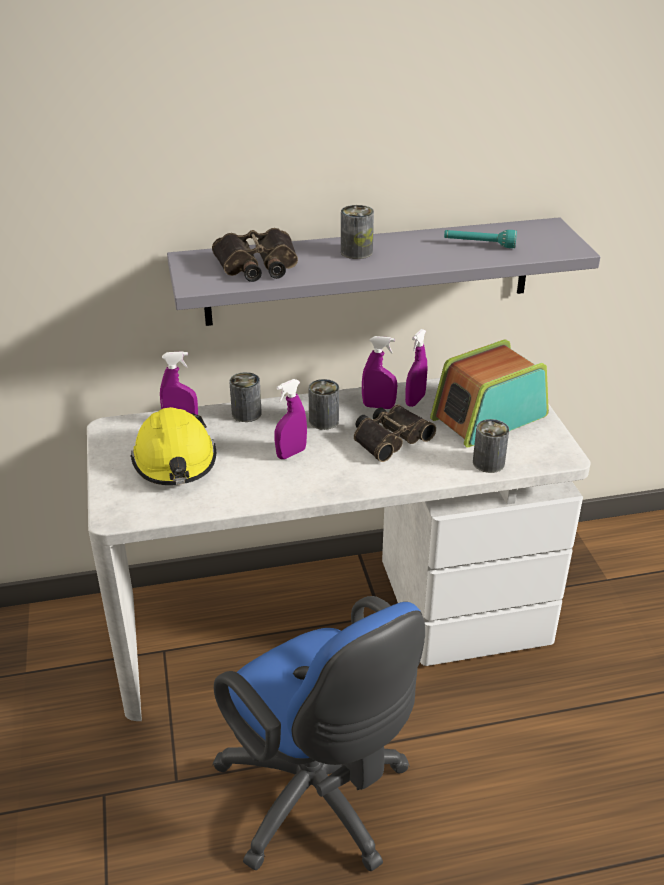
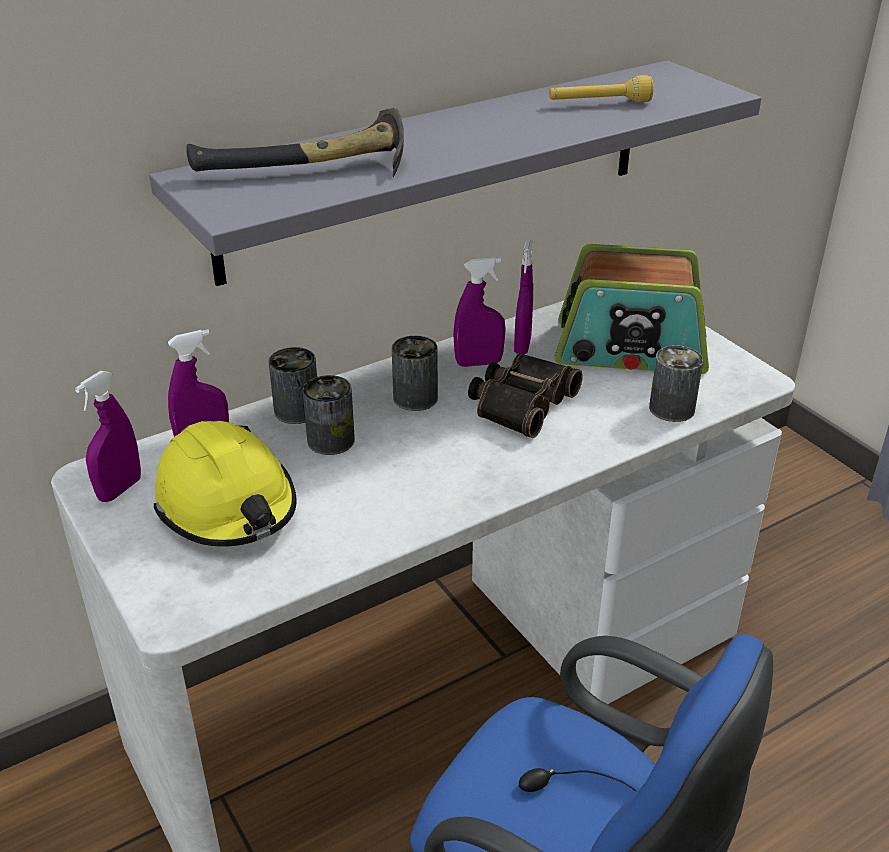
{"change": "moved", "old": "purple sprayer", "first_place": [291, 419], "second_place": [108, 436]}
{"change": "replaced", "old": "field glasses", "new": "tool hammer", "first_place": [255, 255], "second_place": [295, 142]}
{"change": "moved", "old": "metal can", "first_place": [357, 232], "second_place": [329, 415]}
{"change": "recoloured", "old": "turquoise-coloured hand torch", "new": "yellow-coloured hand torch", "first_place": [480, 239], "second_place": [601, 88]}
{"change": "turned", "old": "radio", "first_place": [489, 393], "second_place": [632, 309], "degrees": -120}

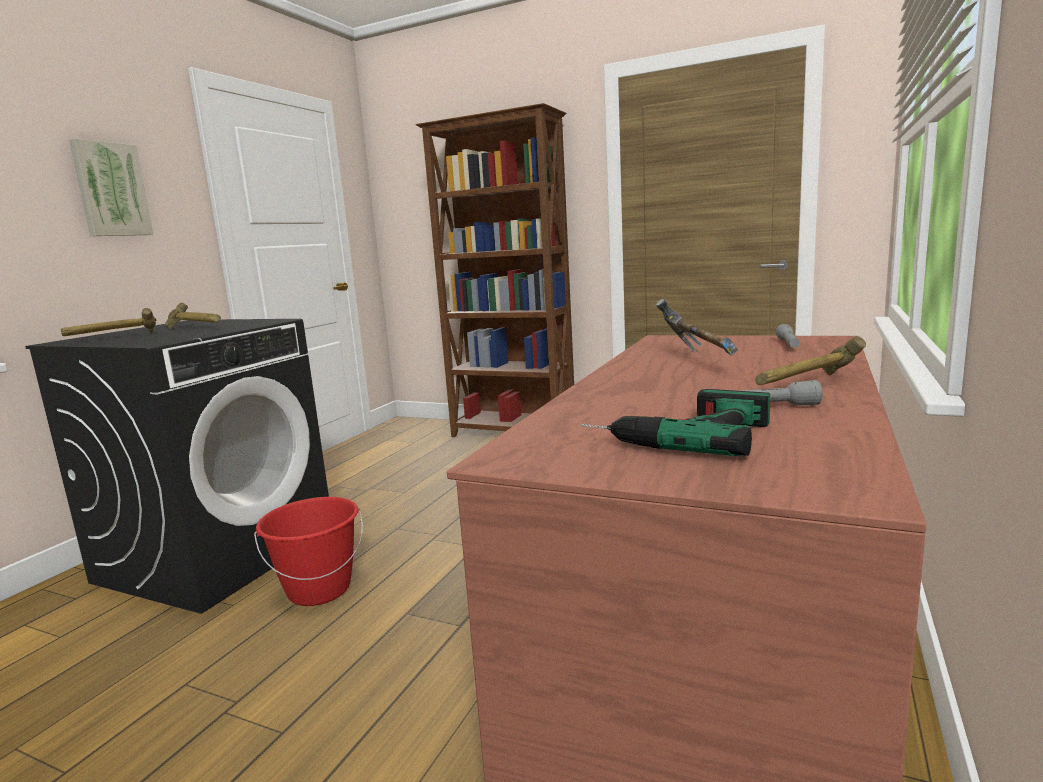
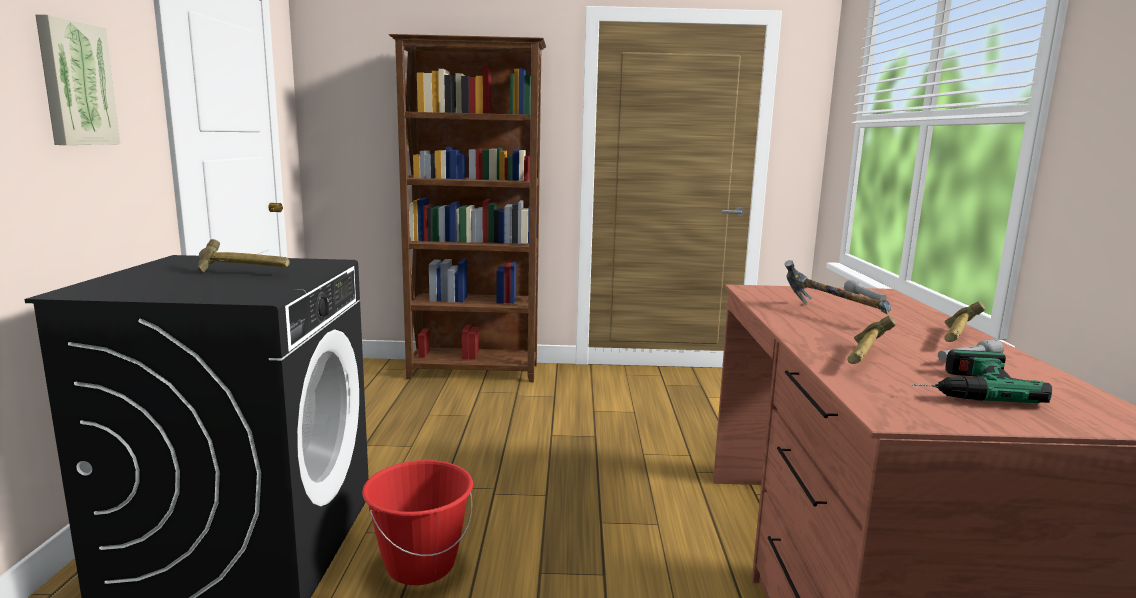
{"change": "moved", "old": "tool hammer", "first_place": [108, 322], "second_place": [872, 339]}

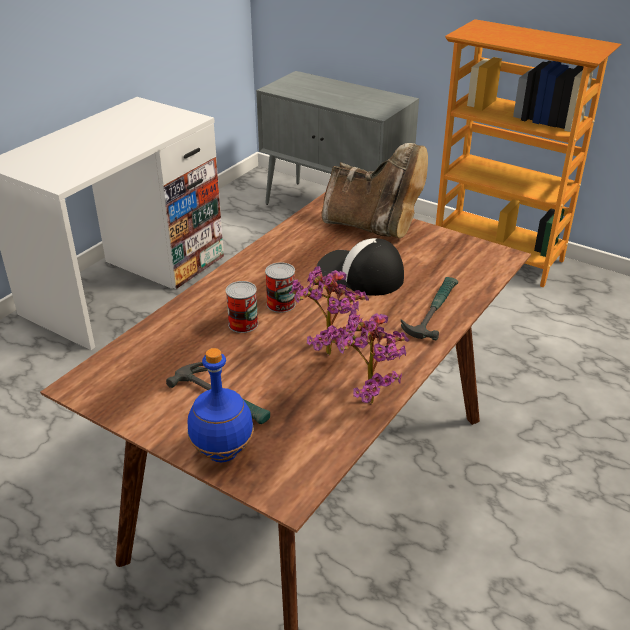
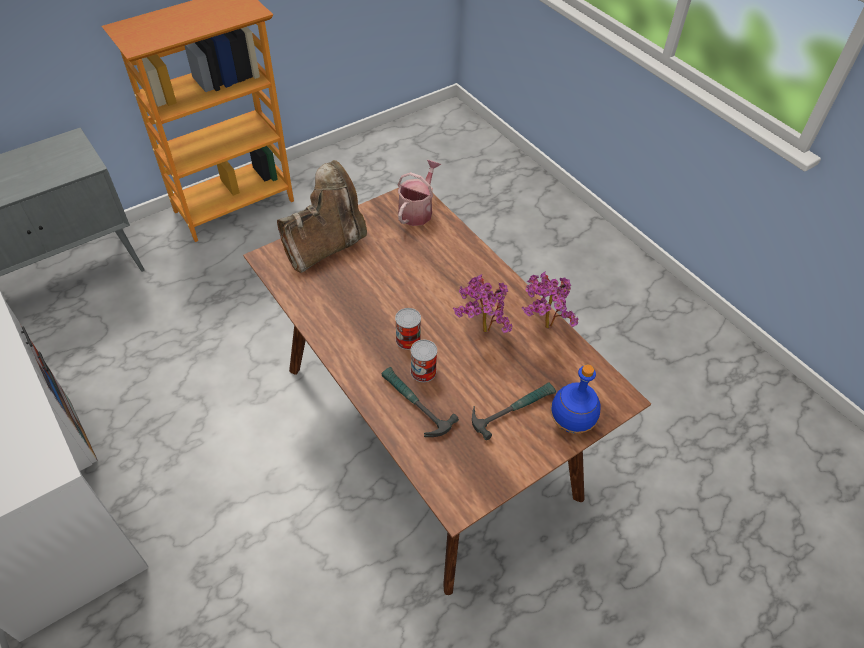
{"change": "moved", "old": "tool hammer", "first_place": [429, 309], "second_place": [420, 402]}
{"change": "added", "new": "sprinkling can", "second_place": [419, 193]}
{"change": "removed", "old": "baseball cap", "first_place": [360, 267]}

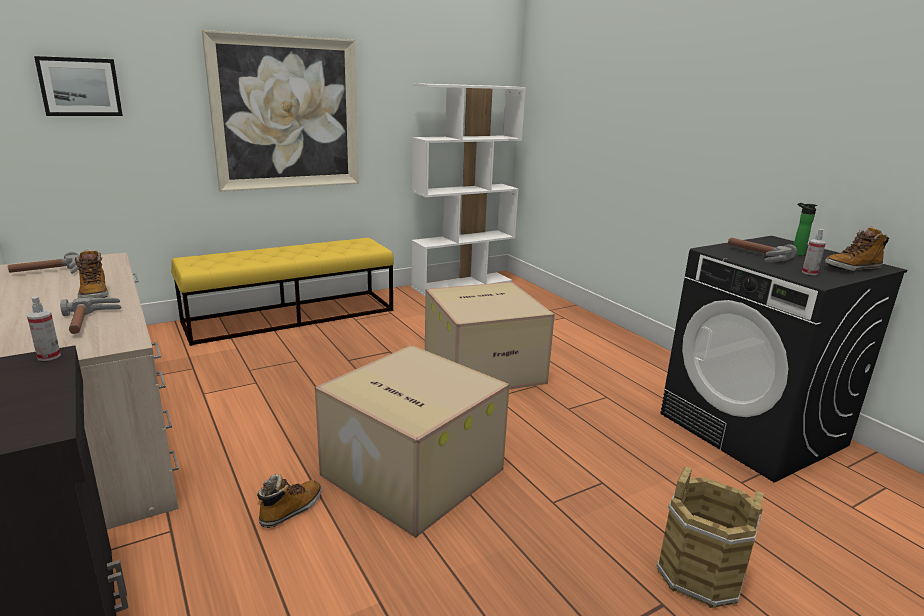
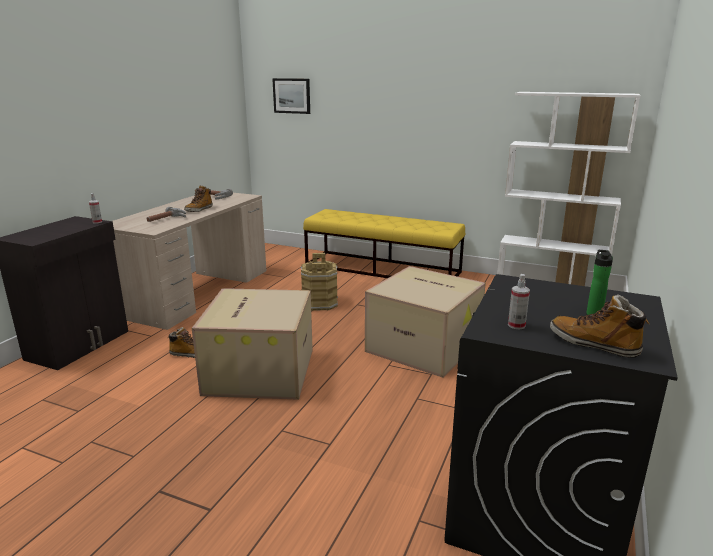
{"change": "moved", "old": "brownish pail", "first_place": [710, 537], "second_place": [319, 282]}
{"change": "removed", "old": "wall picture", "first_place": [280, 111]}
{"change": "removed", "old": "tool hammer", "first_place": [762, 249]}

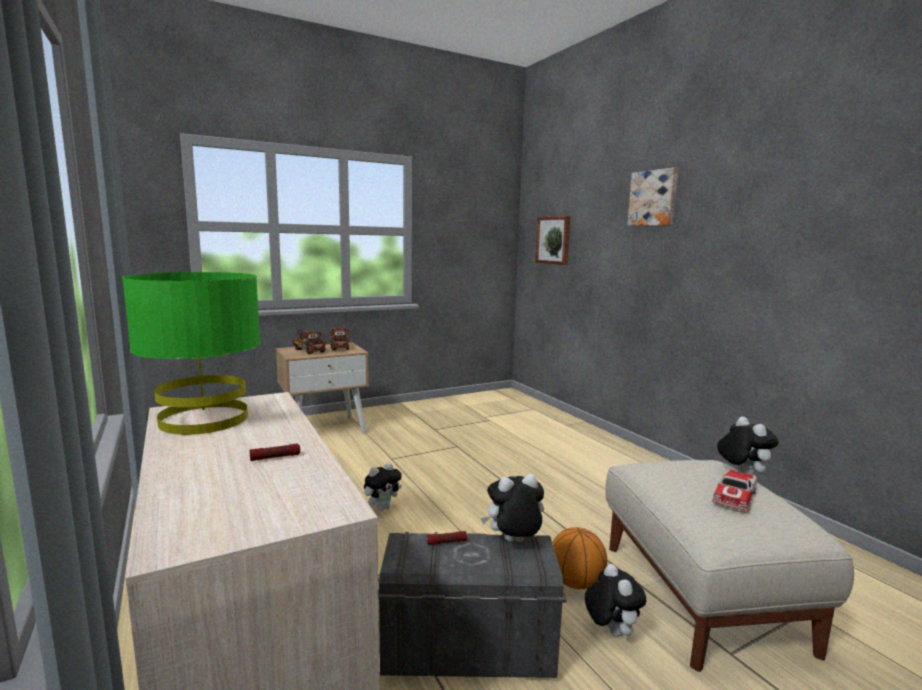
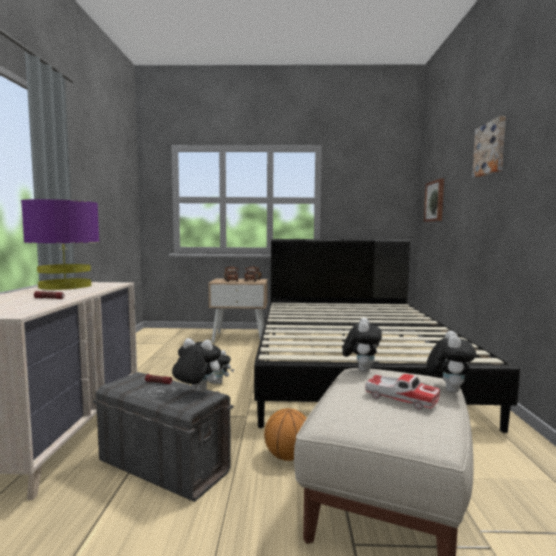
{"change": "recoloured", "old": "green-coloured lamp for a table", "new": "purple lamp for a table", "first_place": [191, 353], "second_place": [60, 244]}
{"change": "added", "new": "black bed", "second_place": [387, 336]}
{"change": "moved", "old": "plush toy", "first_place": [615, 600], "second_place": [362, 345]}
{"change": "turned", "old": "miniature car", "first_place": [734, 490], "second_place": [402, 392], "degrees": -120}

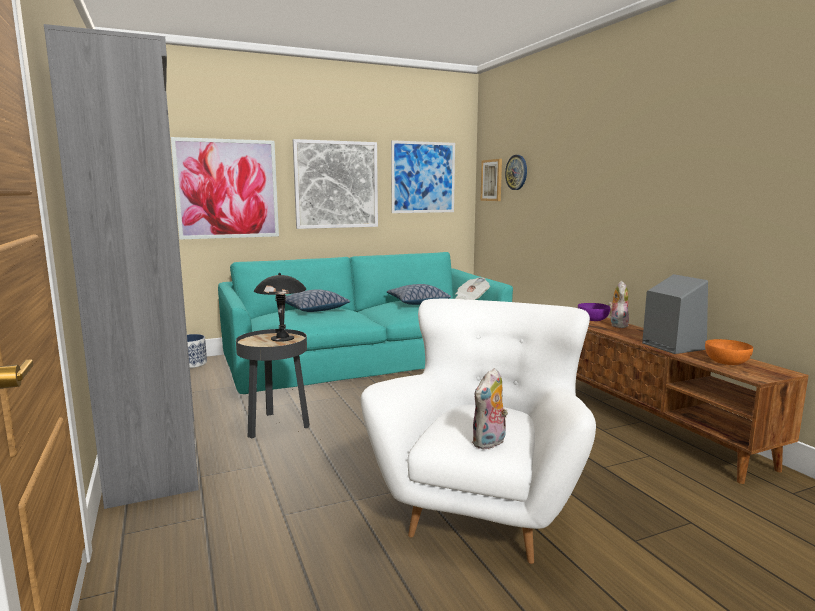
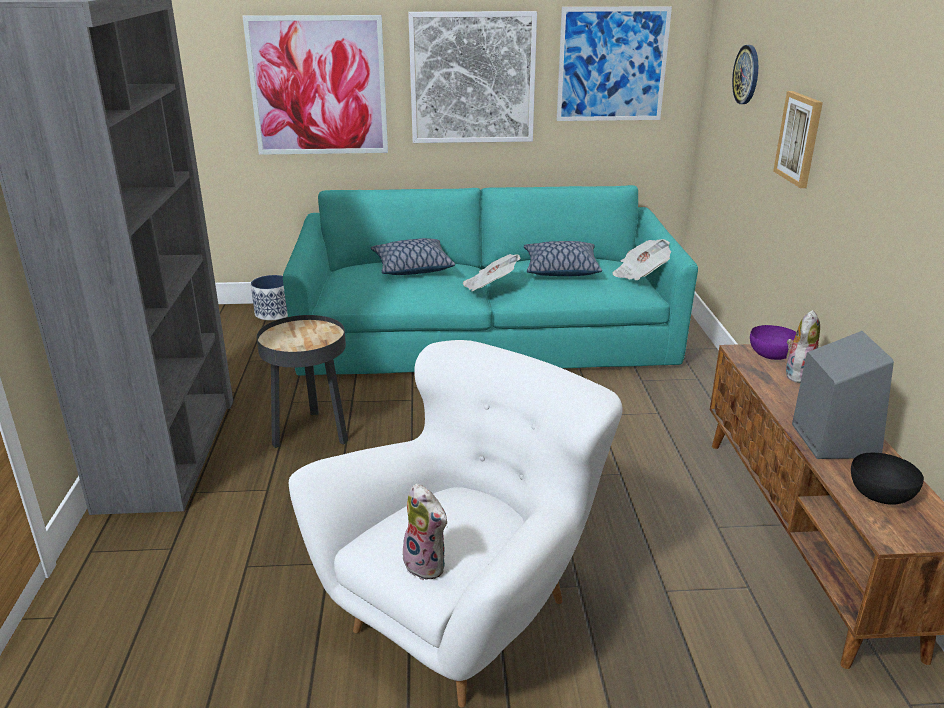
{"change": "turned", "old": "plush toy", "first_place": [490, 408], "second_place": [424, 531], "degrees": -105}
{"change": "added", "new": "newspaper", "second_place": [492, 272]}
{"change": "moved", "old": "wall picture", "first_place": [491, 180], "second_place": [798, 139]}
{"change": "recoloured", "old": "orange deep dish", "new": "black deep dish", "first_place": [729, 352], "second_place": [887, 479]}
{"change": "removed", "old": "black lamp for a table", "first_place": [280, 307]}

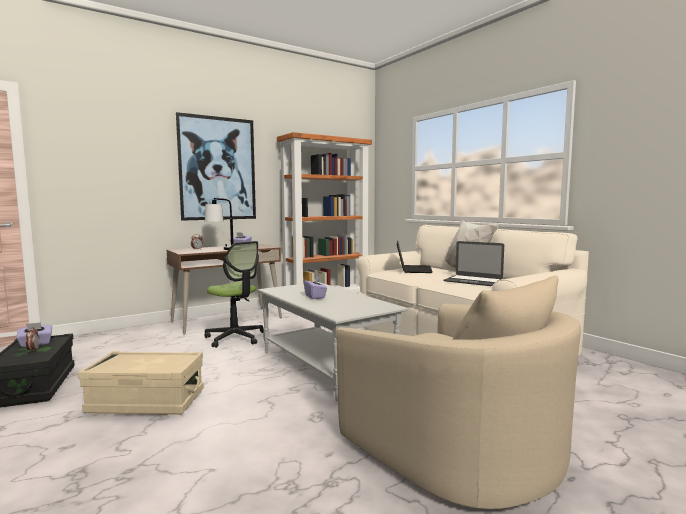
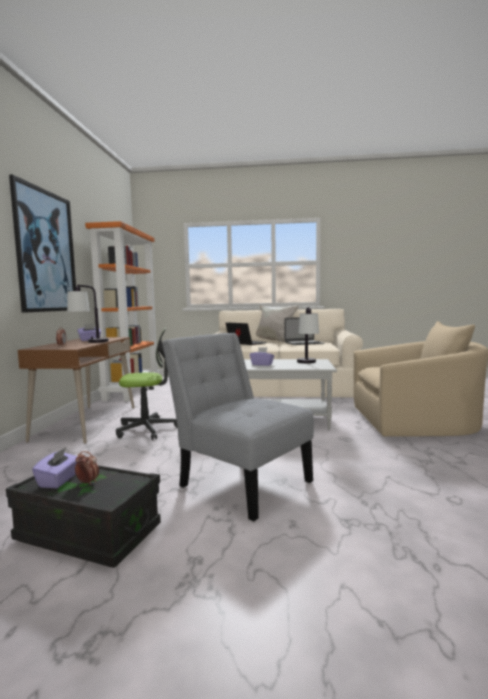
{"change": "replaced", "old": "sand-coloured storage box", "new": "greyish chair", "first_place": [141, 383], "second_place": [238, 427]}
{"change": "added", "new": "lamp for a table", "second_place": [308, 335]}

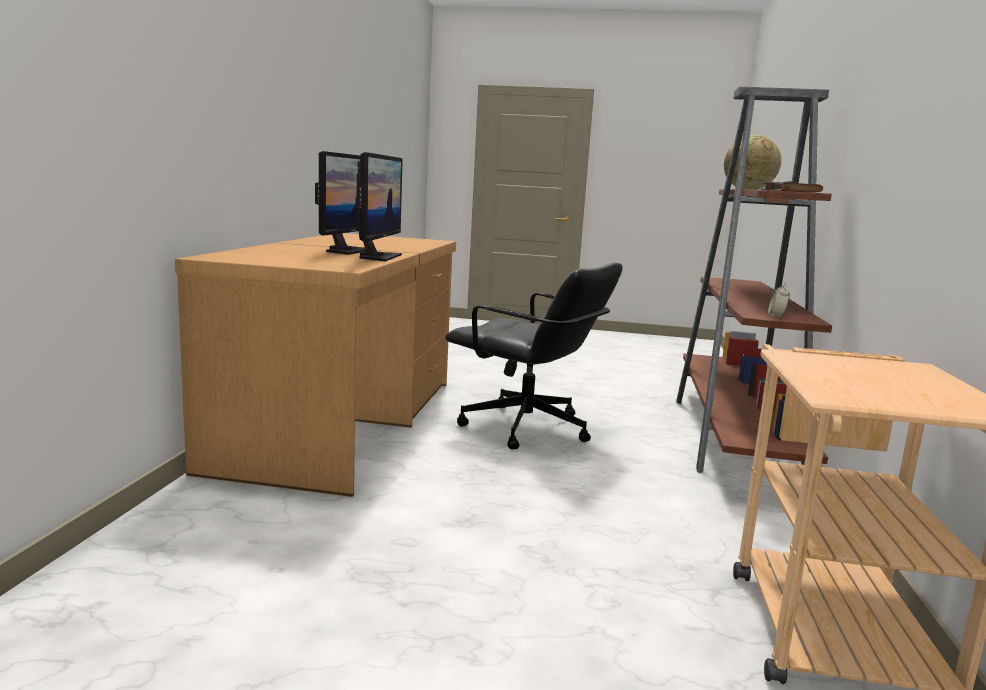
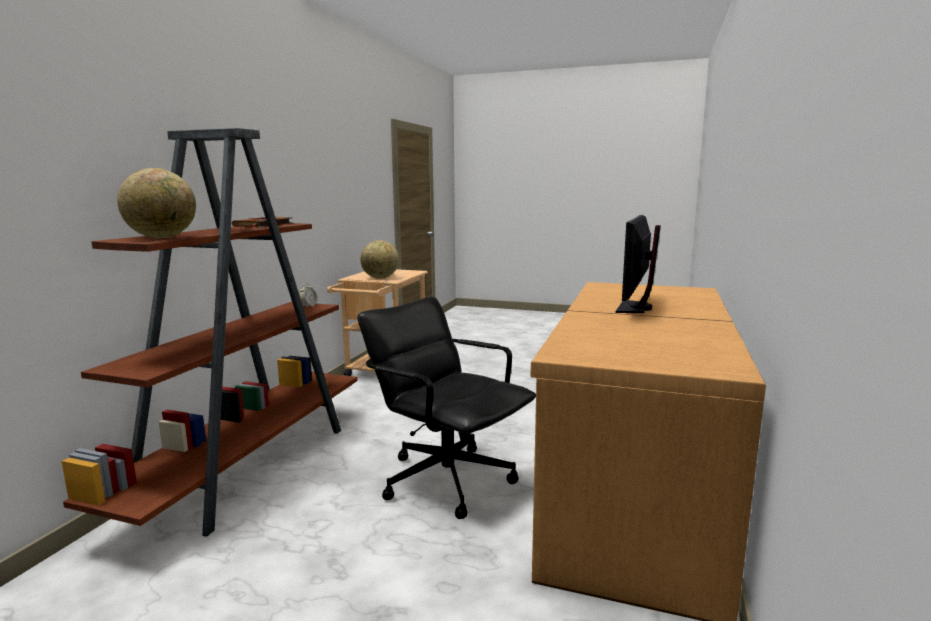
{"change": "added", "new": "globe", "second_place": [379, 259]}
{"change": "removed", "old": "computer display", "first_place": [379, 207]}

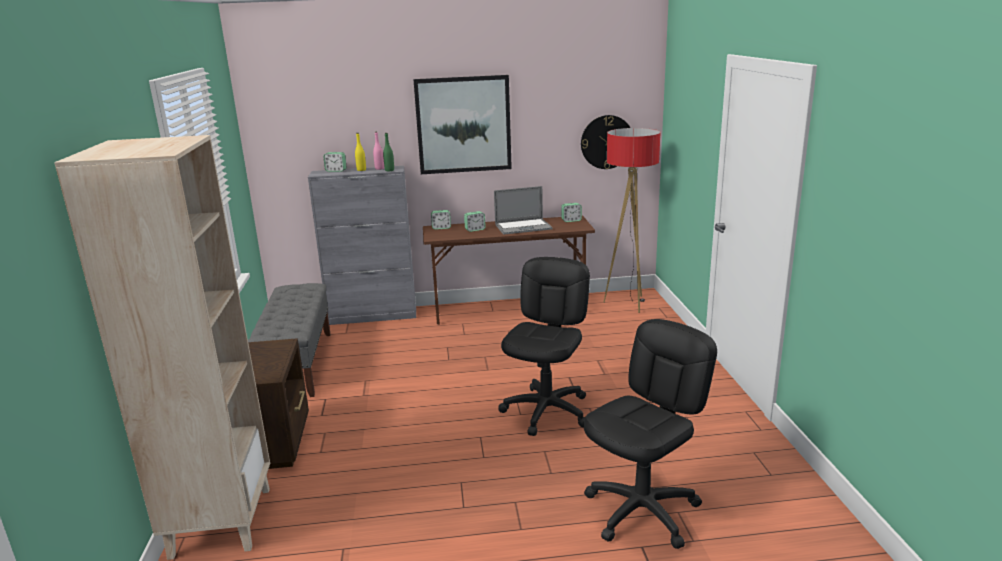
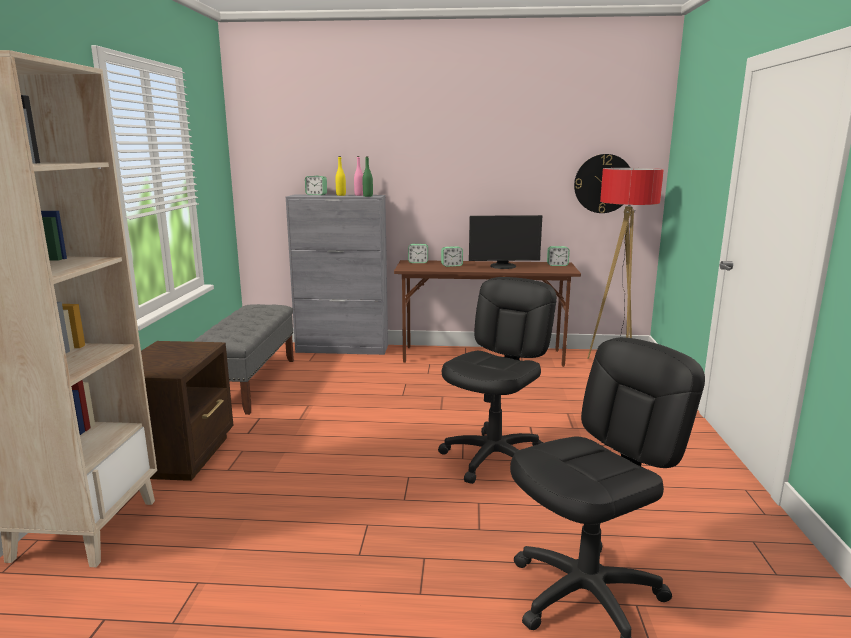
{"change": "replaced", "old": "notebook computer", "new": "computer display", "first_place": [523, 210], "second_place": [505, 242]}
{"change": "removed", "old": "wall picture", "first_place": [462, 124]}

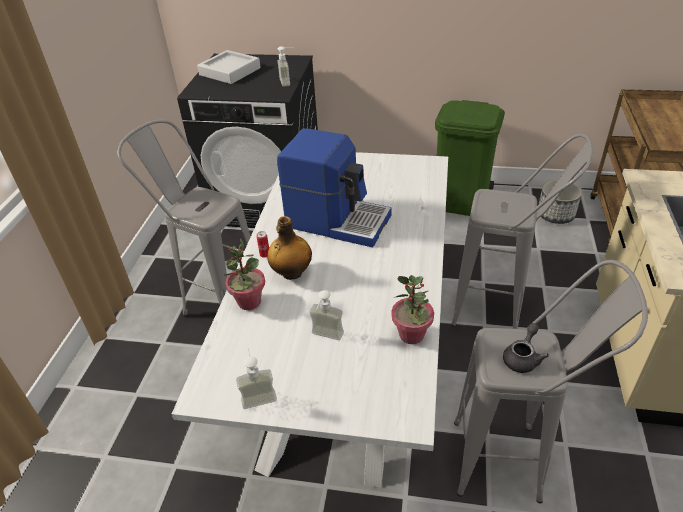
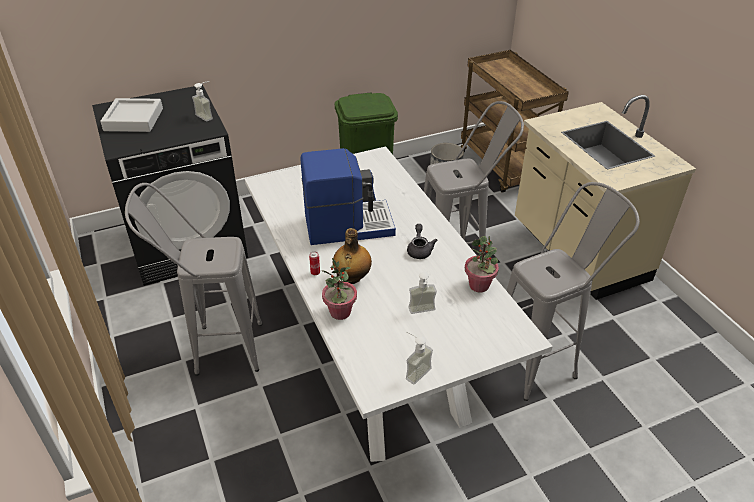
{"change": "moved", "old": "greyish tea pot", "first_place": [526, 348], "second_place": [422, 241]}

